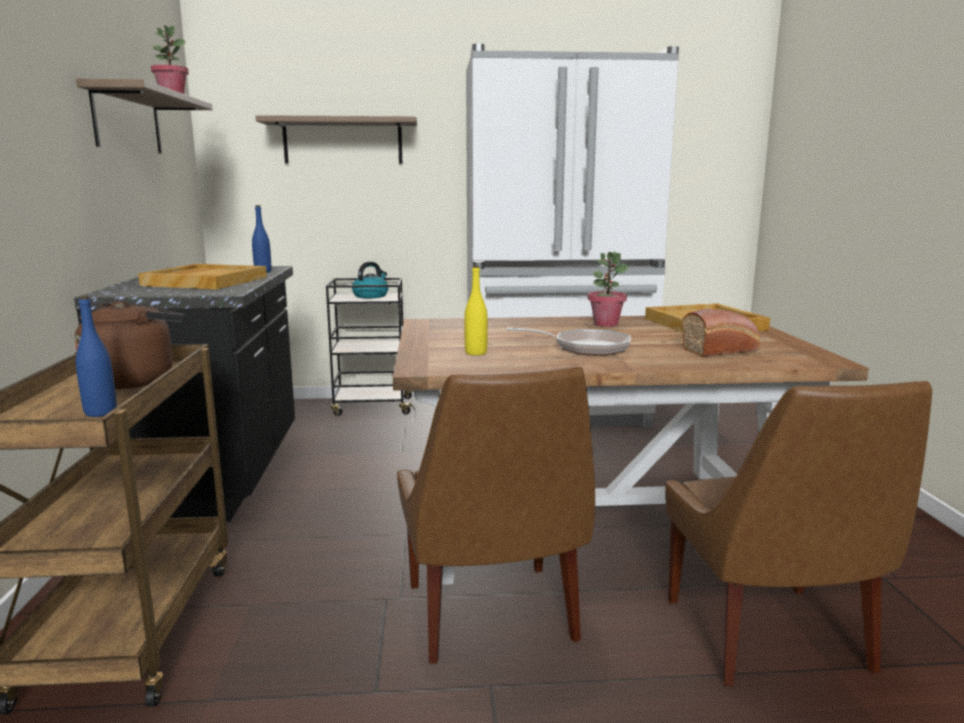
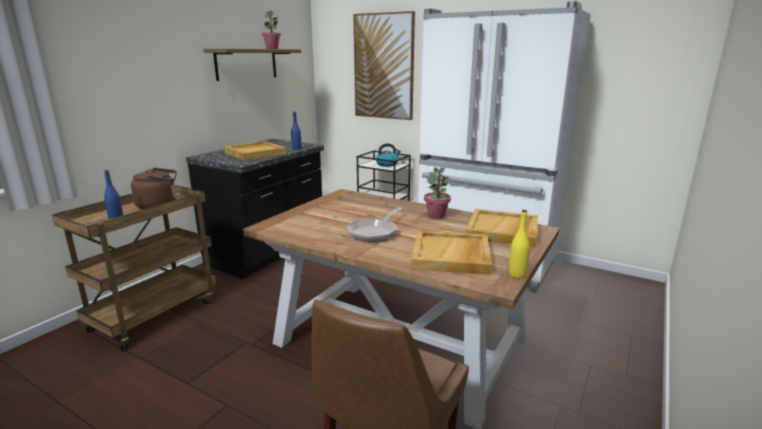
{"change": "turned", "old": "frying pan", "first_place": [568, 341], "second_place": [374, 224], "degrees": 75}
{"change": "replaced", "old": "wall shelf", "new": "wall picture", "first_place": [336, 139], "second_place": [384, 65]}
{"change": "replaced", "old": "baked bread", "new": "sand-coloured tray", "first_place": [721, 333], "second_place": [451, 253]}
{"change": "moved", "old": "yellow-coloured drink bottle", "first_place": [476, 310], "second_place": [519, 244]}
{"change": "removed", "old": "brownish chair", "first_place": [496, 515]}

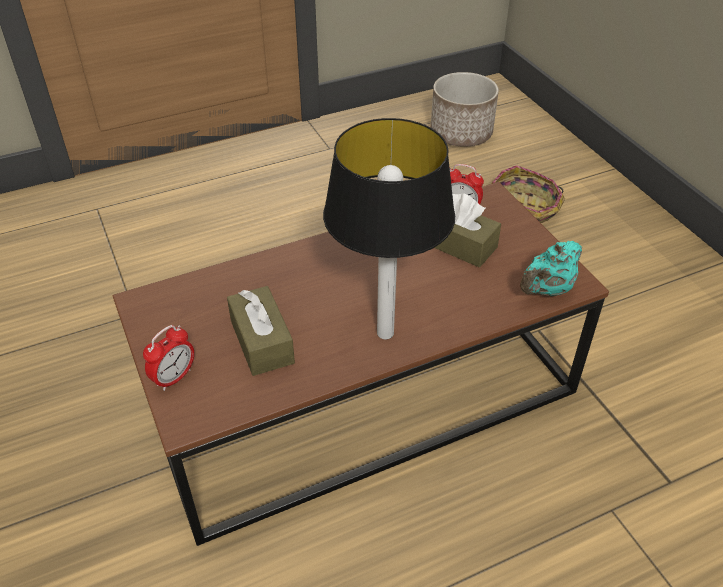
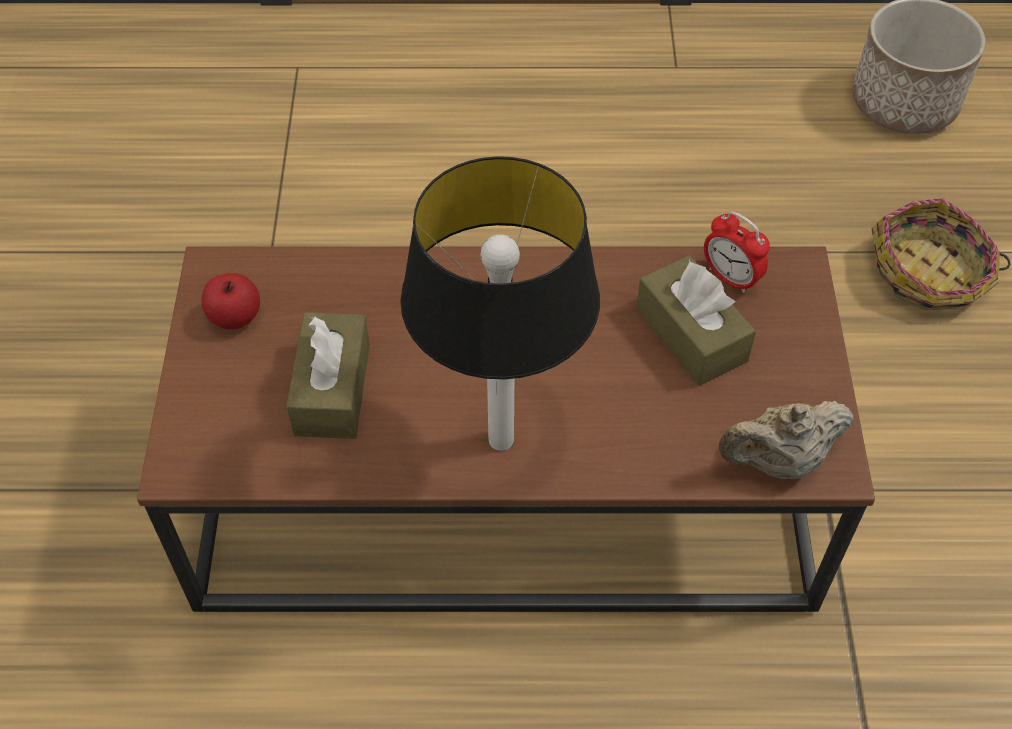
{"change": "added", "new": "apple", "second_place": [230, 301]}
{"change": "recoloured", "old": "turquoise-coloured tea pot", "new": "sand-coloured tea pot", "first_place": [551, 268], "second_place": [786, 439]}
{"change": "removed", "old": "alarm clock", "first_place": [168, 358]}

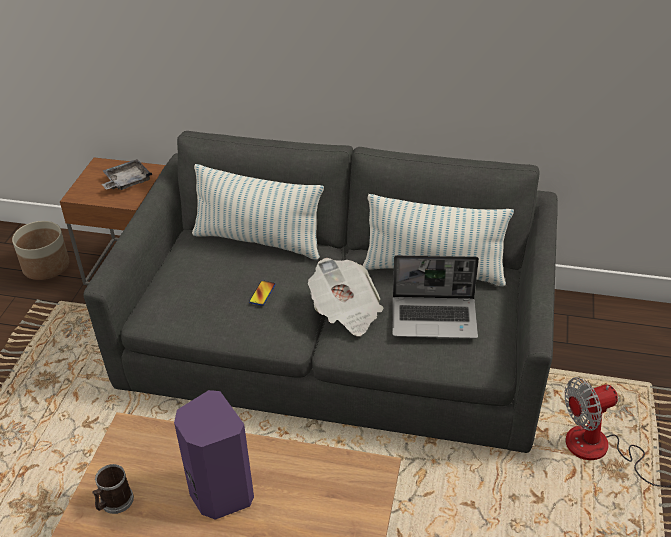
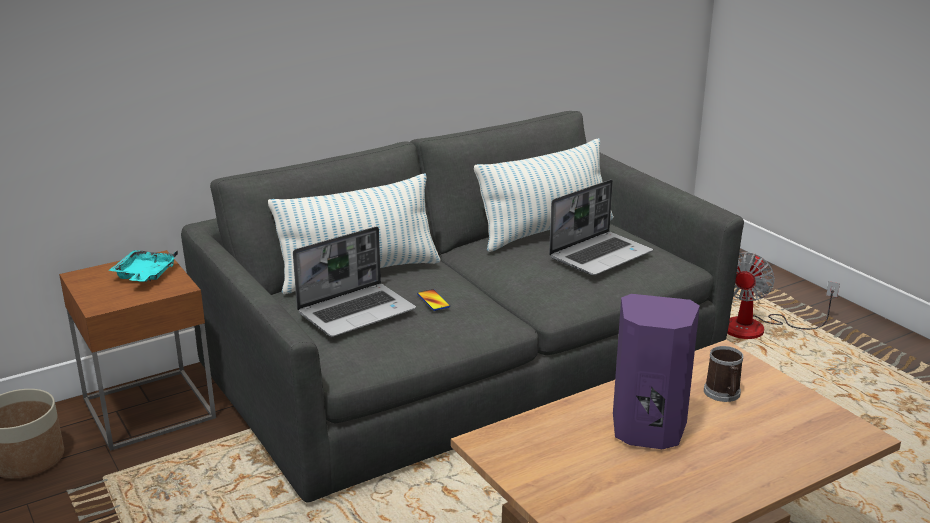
{"change": "recoloured", "old": "greyish tray", "new": "turquoise-coloured tray", "first_place": [127, 174], "second_place": [143, 266]}
{"change": "added", "new": "notebook computer", "second_place": [354, 281]}
{"change": "moved", "old": "coffee mug", "first_place": [113, 489], "second_place": [723, 374]}
{"change": "removed", "old": "newspaper", "first_place": [346, 297]}

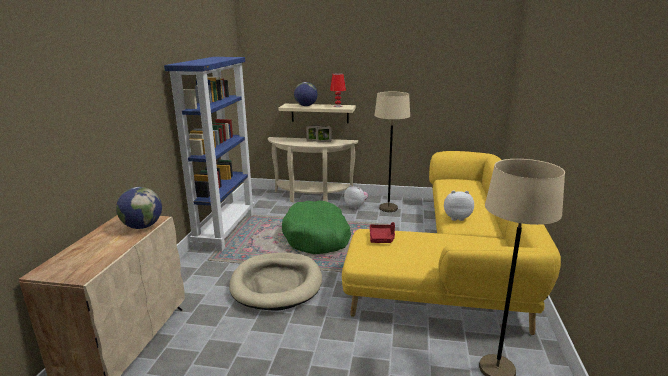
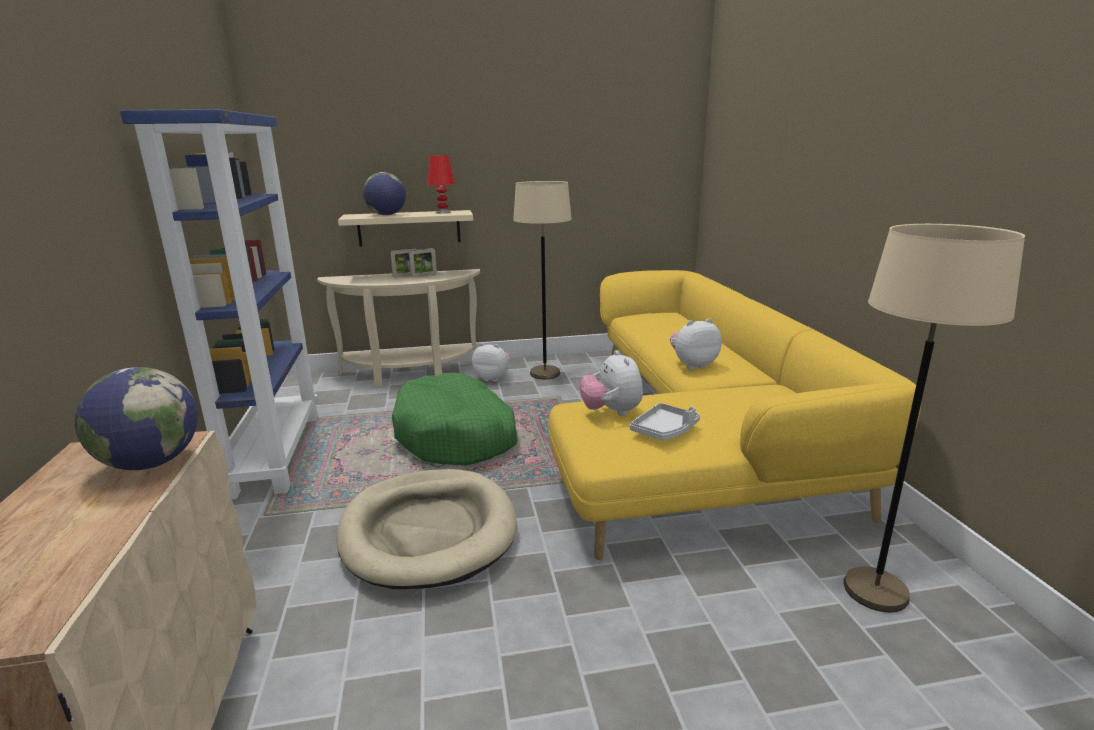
{"change": "replaced", "old": "reddish tray", "new": "plush toy", "first_place": [382, 232], "second_place": [611, 383]}
{"change": "added", "new": "greyish tray", "second_place": [665, 421]}

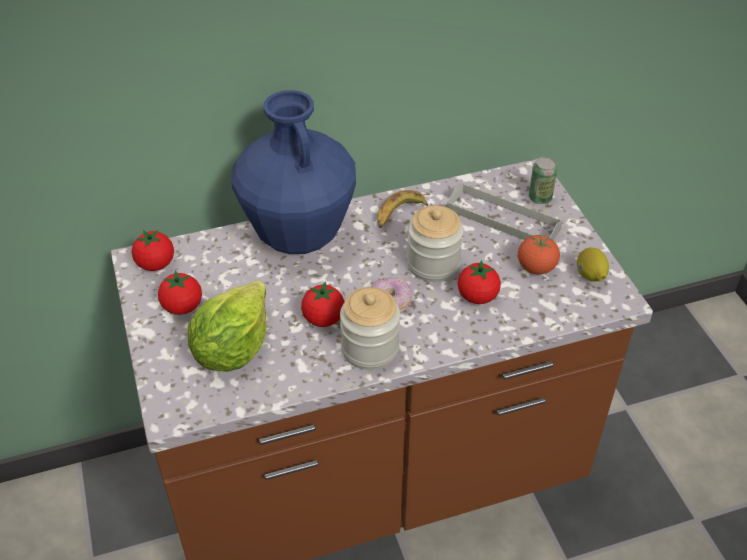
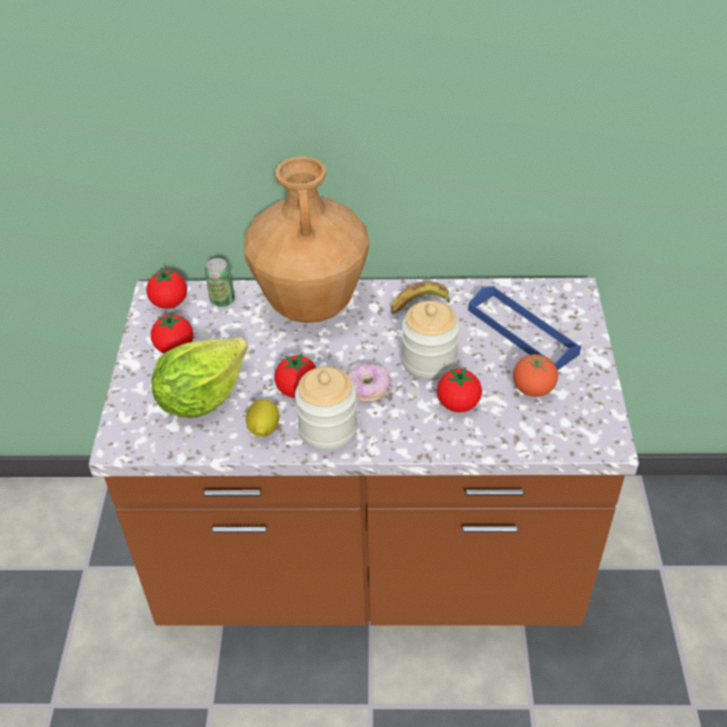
{"change": "moved", "old": "metal can", "first_place": [543, 180], "second_place": [220, 282]}
{"change": "recoloured", "old": "blue-coloured decorative vase", "new": "brownish decorative vase", "first_place": [293, 172], "second_place": [306, 240]}
{"change": "moved", "old": "whole lemon", "first_place": [593, 264], "second_place": [262, 418]}
{"change": "recoloured", "old": "greyish tray", "new": "blue-coloured tray", "first_place": [505, 211], "second_place": [524, 328]}

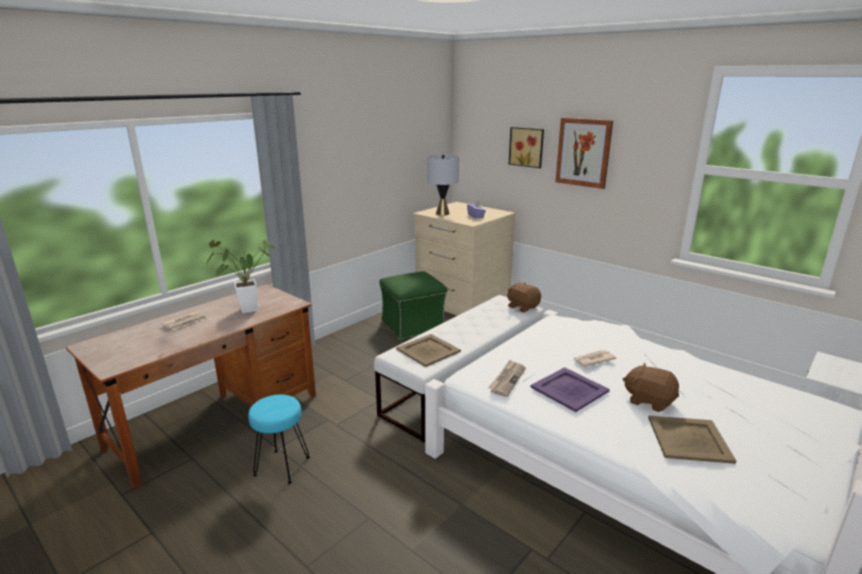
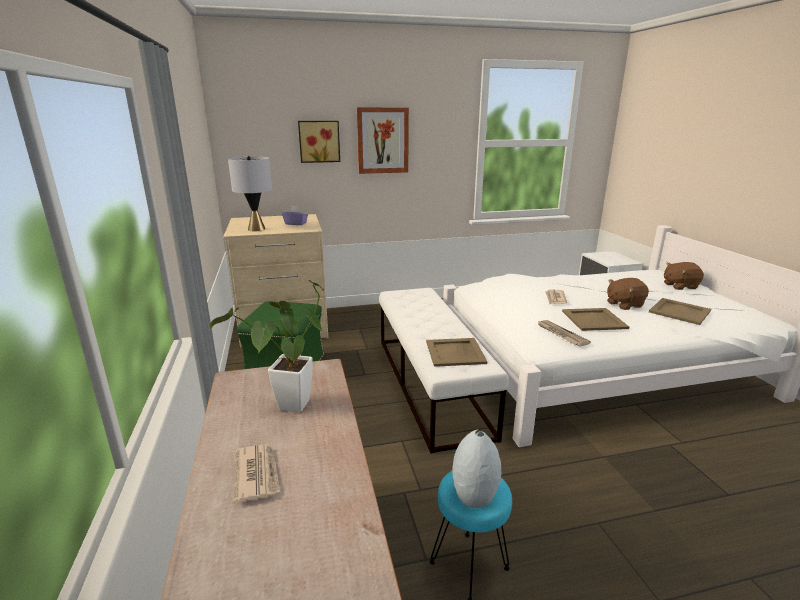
{"change": "added", "new": "greyish decorative vase", "second_place": [477, 468]}
{"change": "recoloured", "old": "purple tray", "new": "sand-coloured tray", "first_place": [570, 389], "second_place": [595, 319]}
{"change": "moved", "old": "brownish plush toy", "first_place": [524, 297], "second_place": [684, 276]}

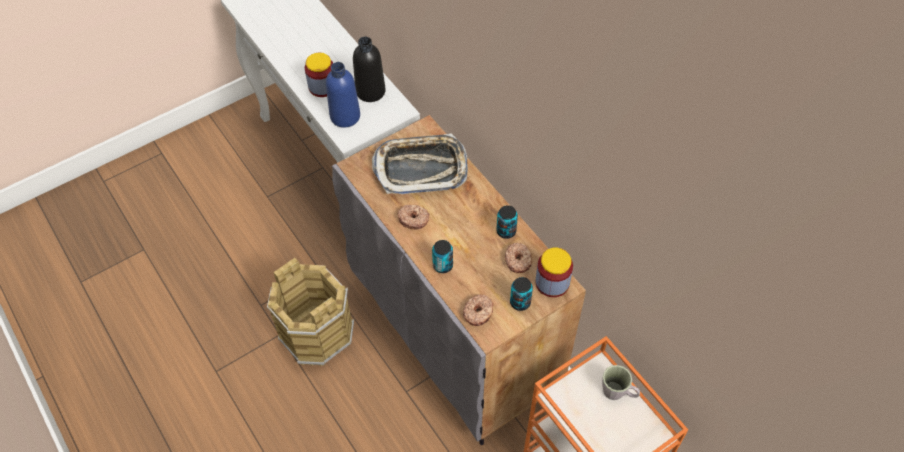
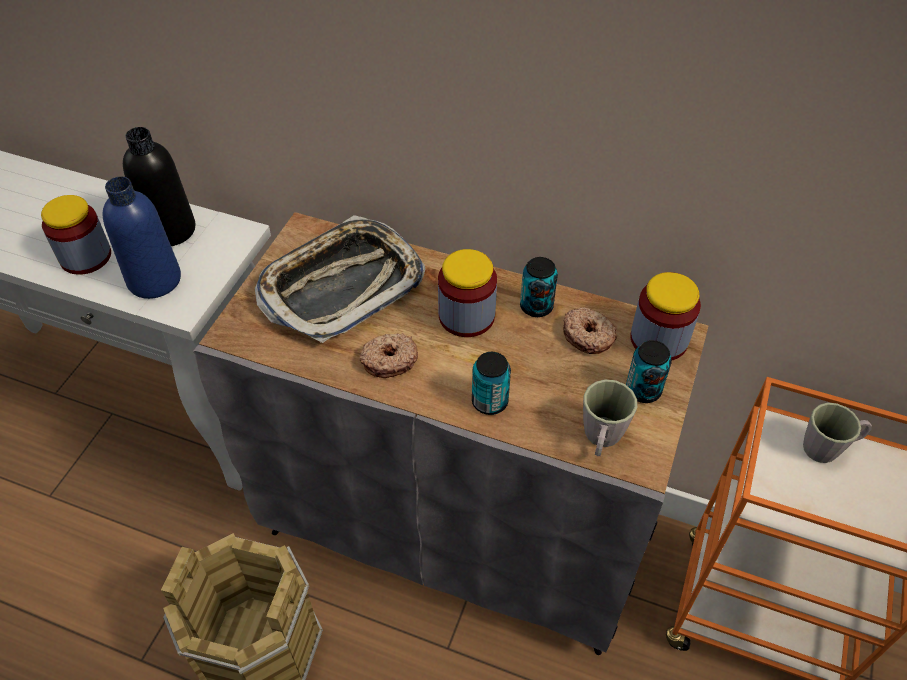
{"change": "added", "new": "jar", "second_place": [467, 293]}
{"change": "replaced", "old": "doughnut", "new": "greyish coffee mug", "first_place": [478, 310], "second_place": [610, 417]}

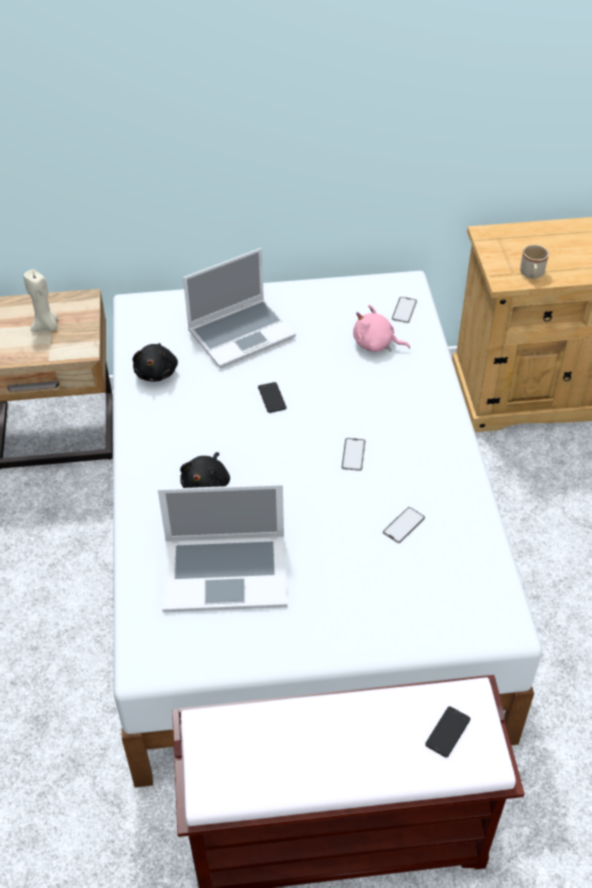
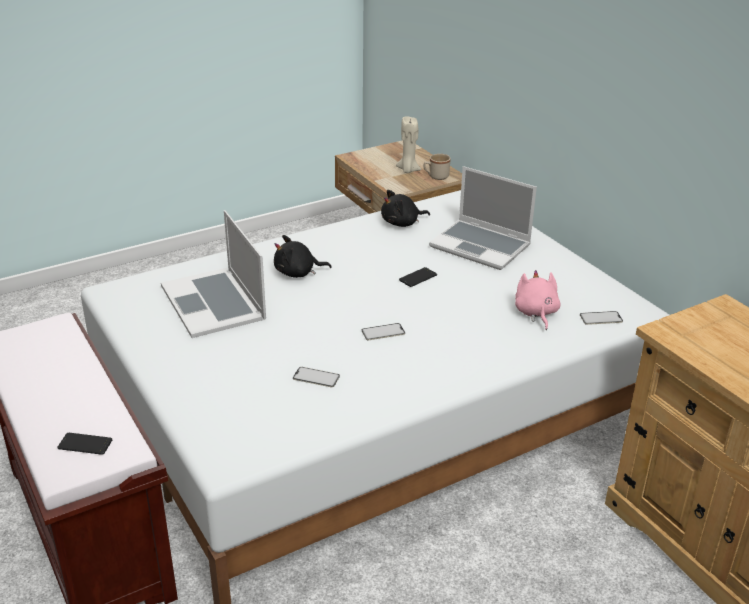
{"change": "moved", "old": "sand-coloured coffee mug", "first_place": [534, 262], "second_place": [437, 167]}

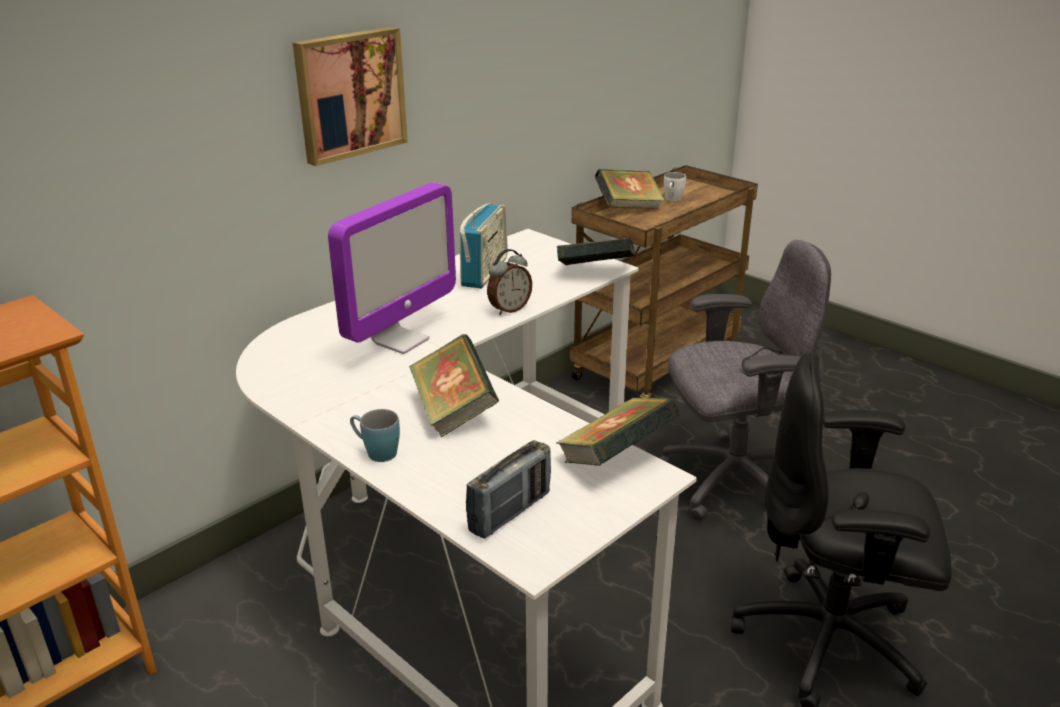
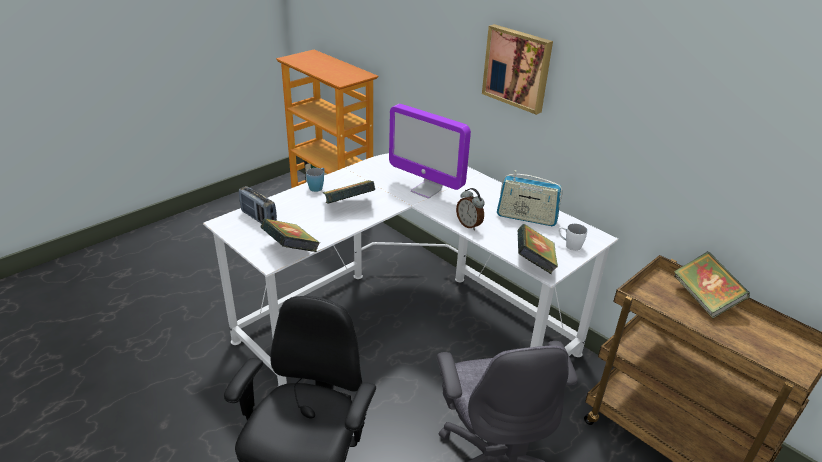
{"change": "moved", "old": "white coffee mug", "first_place": [675, 186], "second_place": [573, 237]}

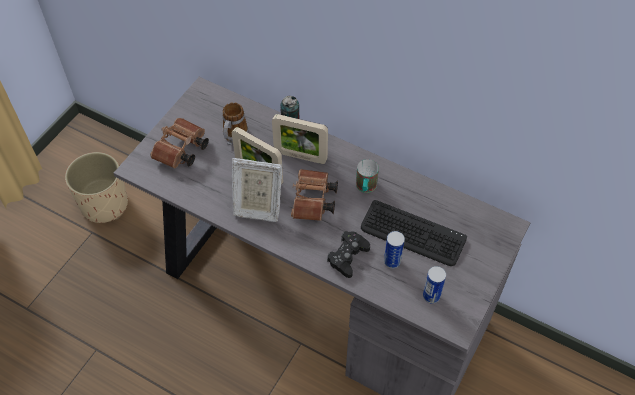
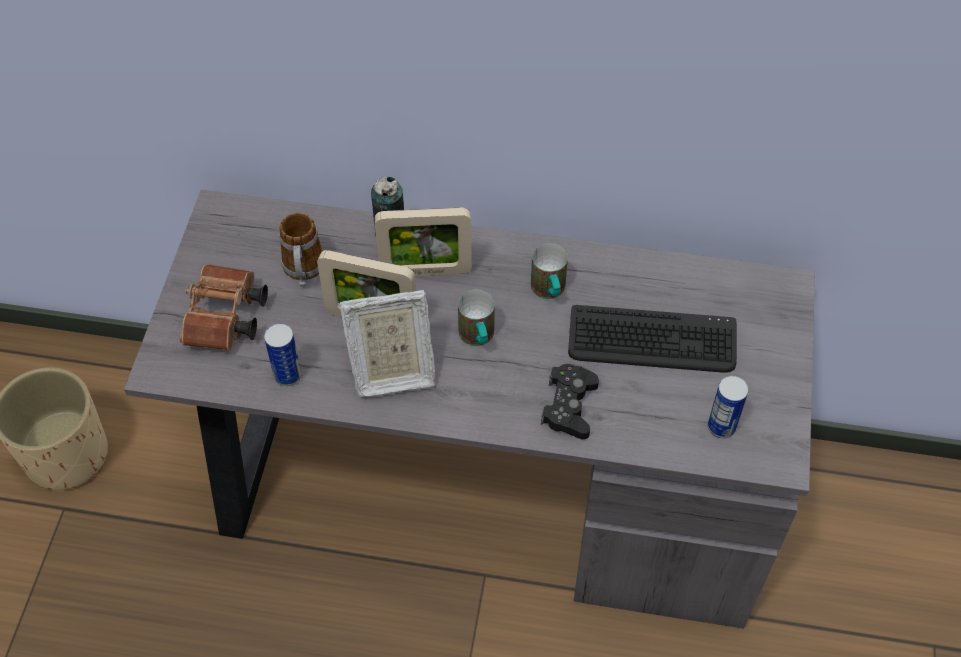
{"change": "moved", "old": "metal can", "first_place": [394, 249], "second_place": [282, 354]}
{"change": "replaced", "old": "brownish field glasses", "new": "coffee mug", "first_place": [314, 195], "second_place": [476, 317]}

